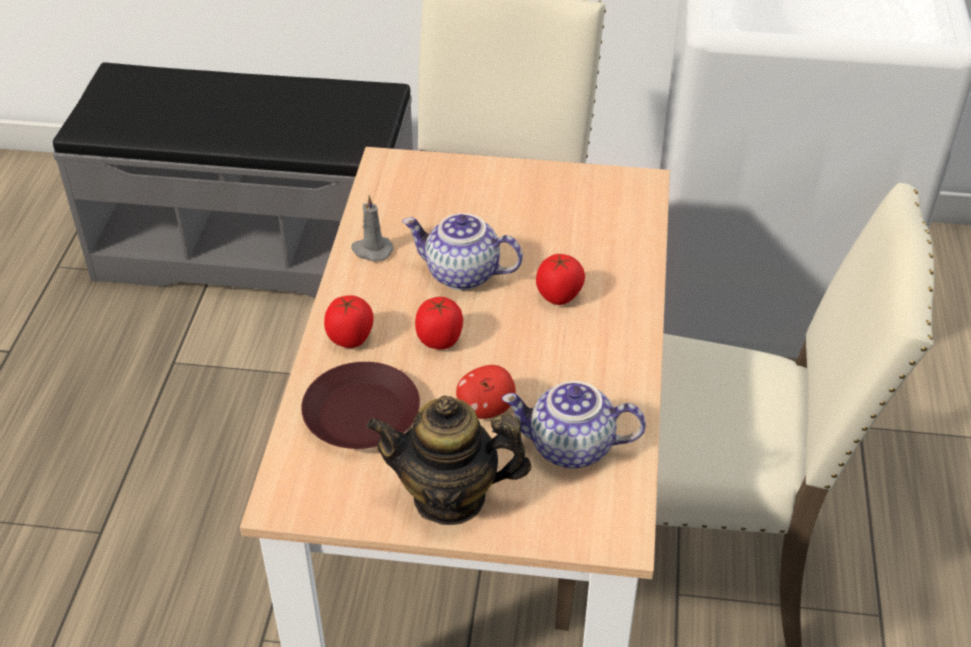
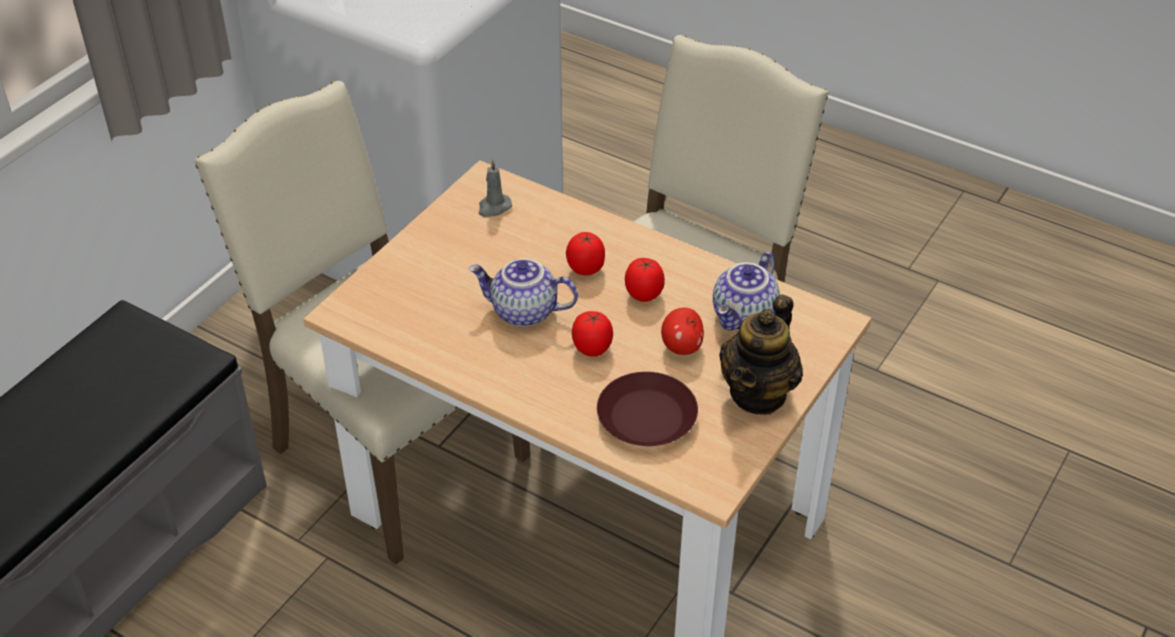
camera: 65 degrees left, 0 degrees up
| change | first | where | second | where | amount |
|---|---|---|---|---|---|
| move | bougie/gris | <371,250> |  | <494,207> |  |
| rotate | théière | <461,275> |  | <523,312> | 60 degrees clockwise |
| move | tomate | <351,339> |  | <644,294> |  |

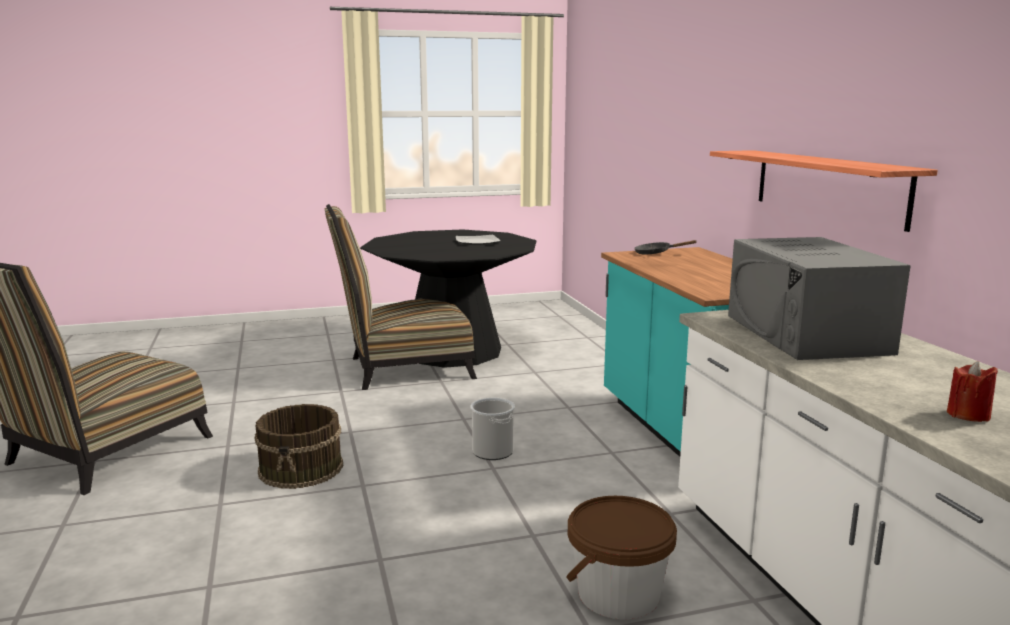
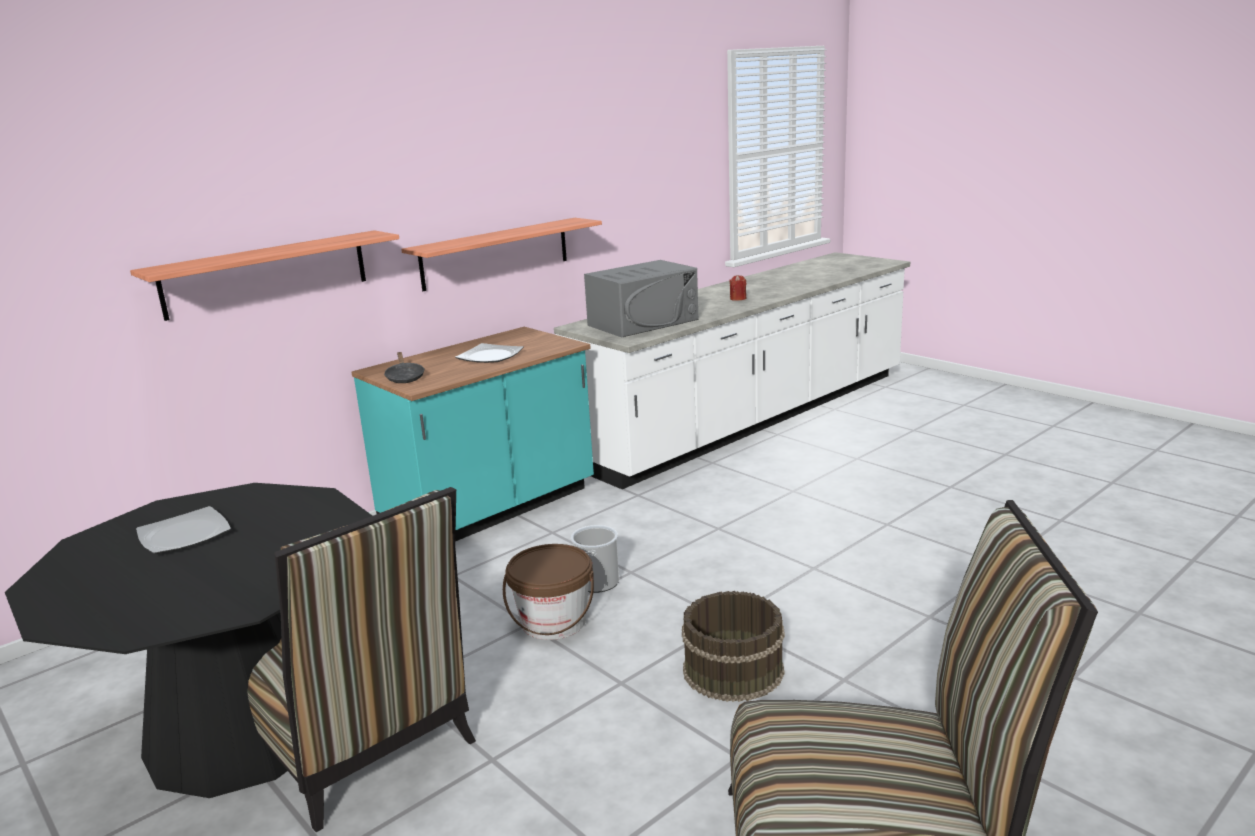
camera: 115 degrees left, 5 degrees up
| change | first | where | second | where | amount |
|---|---|---|---|---|---|
| move | seau/marron | <618,594> |  | <554,622> |  |
| insert |  |  | étagère | <266,274> |  |
| insert |  |  | assiette | <491,356> |  |

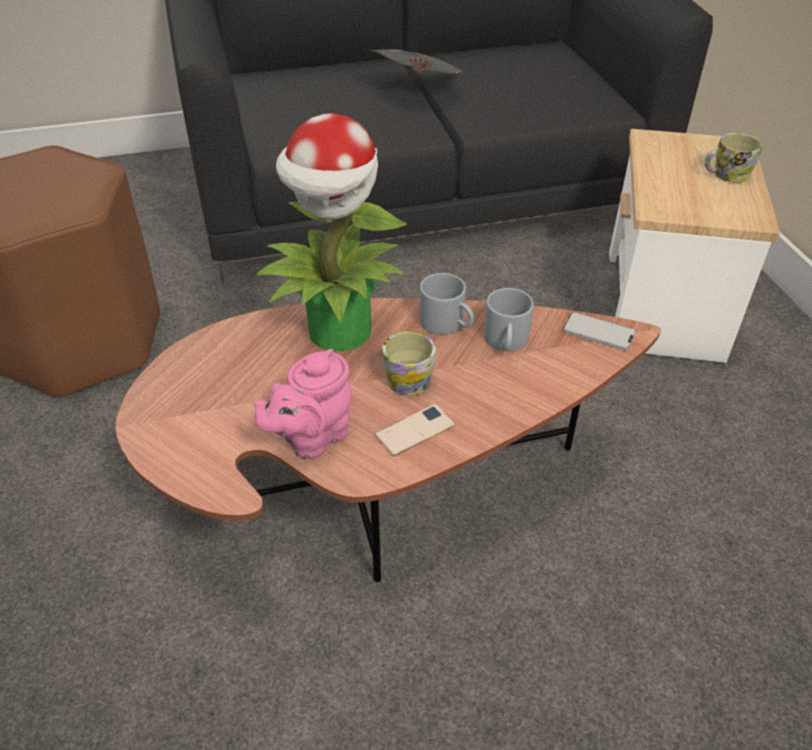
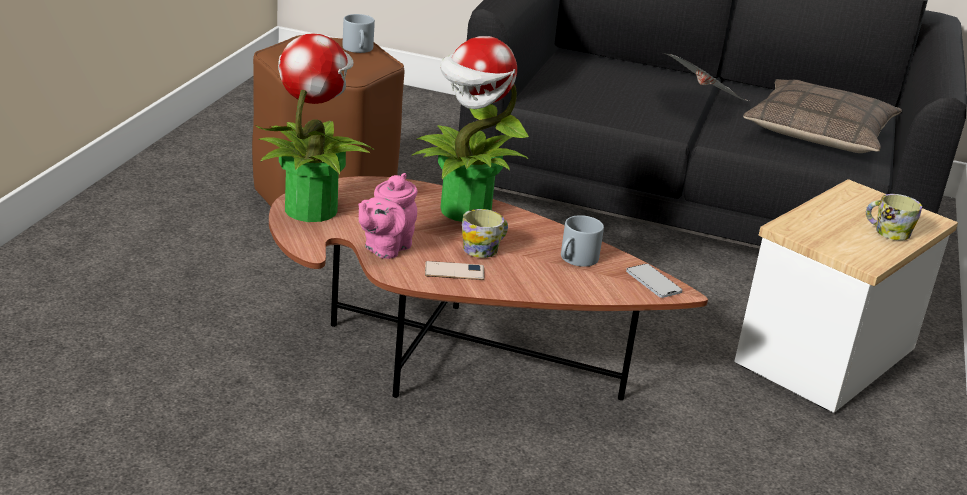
camera: 30 degrees right, 15 degrees down
| change | first | where | second | where | amount |
|---|---|---|---|---|---|
| move | mug/gris | <448,324> |  | <359,49> |  |
| rotate | théière/rose | <312,438> |  | <385,248> | 45 degrees counterclockwise |
| insert |  |  | plante en pot | <311,209> |  |
| insert |  |  | coussin | <819,132> |  |

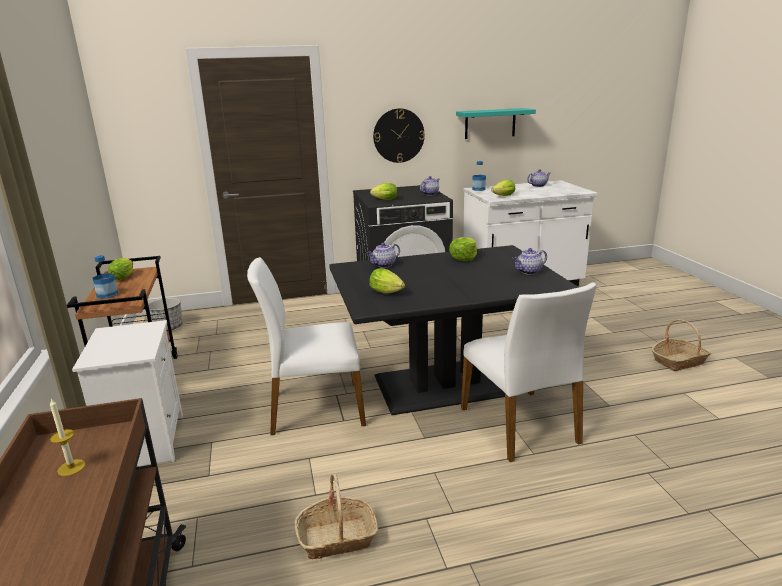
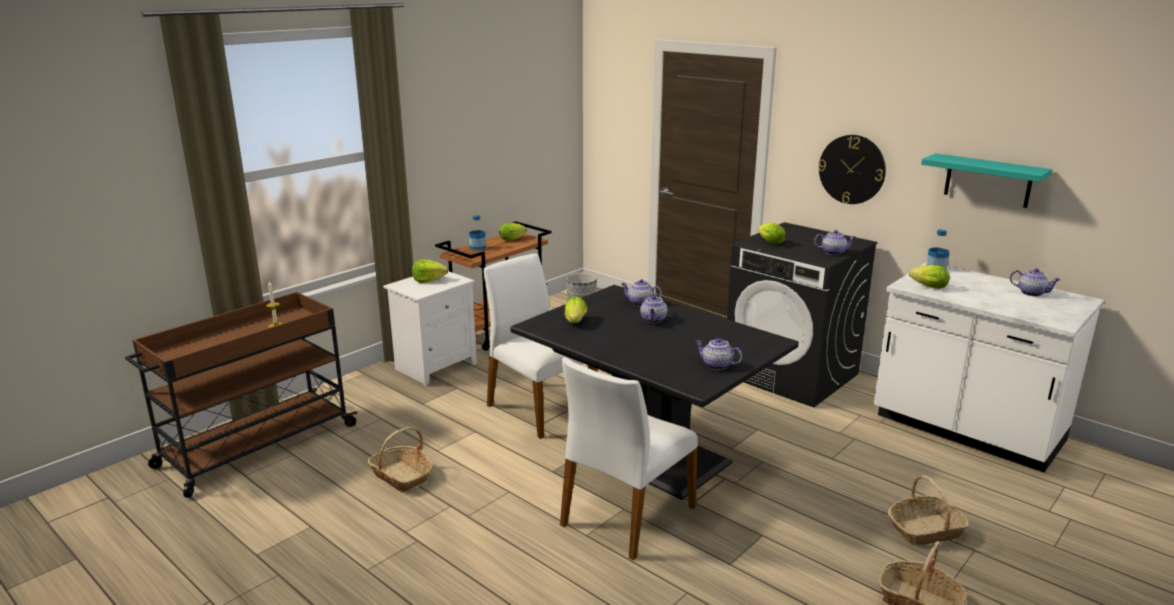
camera: 55 degrees right, 0 degrees up
| change | first | where | second | where | amount |
|---|---|---|---|---|---|
| move | laitue | <464,258> |  | <428,280> |  |
| insert |  |  | théière | <653,320> |  |
| insert |  |  | panier | <925,530> |  |

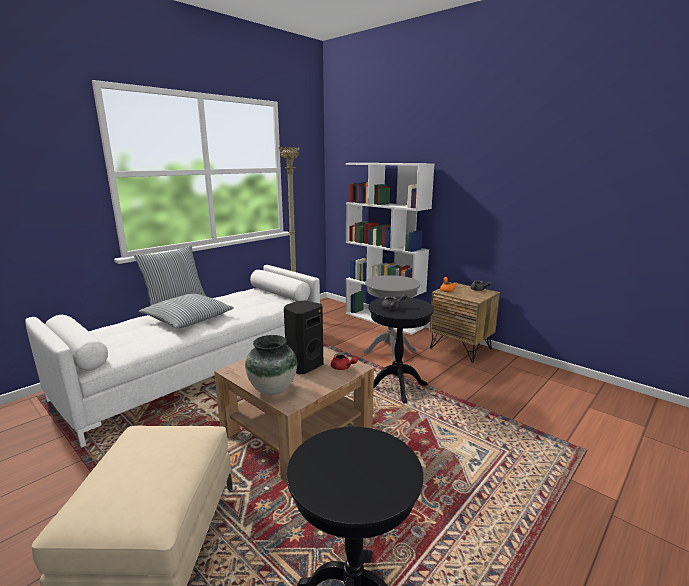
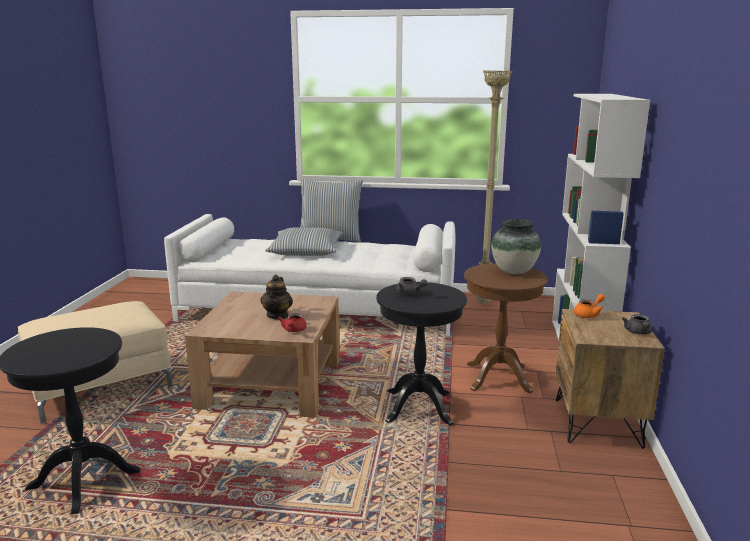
camera: 55 degrees right, 0 degrees up
| change | first | where | second | where | amount |
|---|---|---|---|---|---|
| recolor | table d'appoint/gris | <389,351> | table d'appoint/marron | <498,377> |  |
| replace | enceinte/noir | <303,366> | théière | <277,315> |  |
| move | vase | <273,390> |  | <513,272> |  |

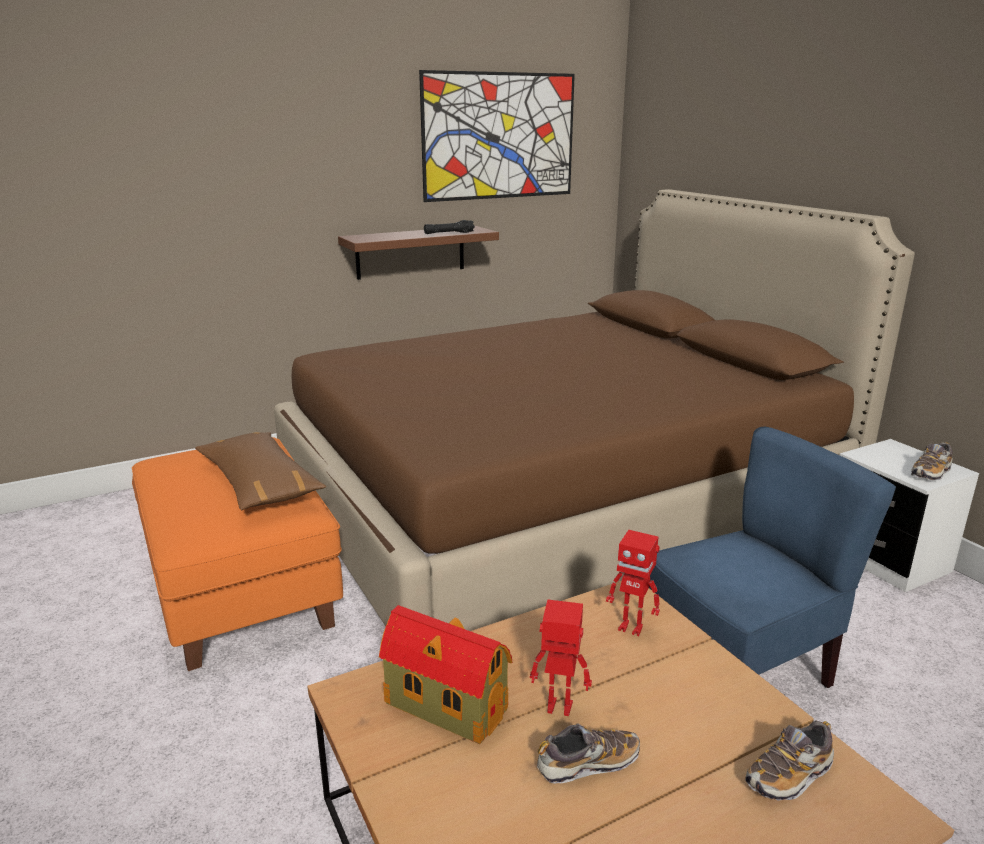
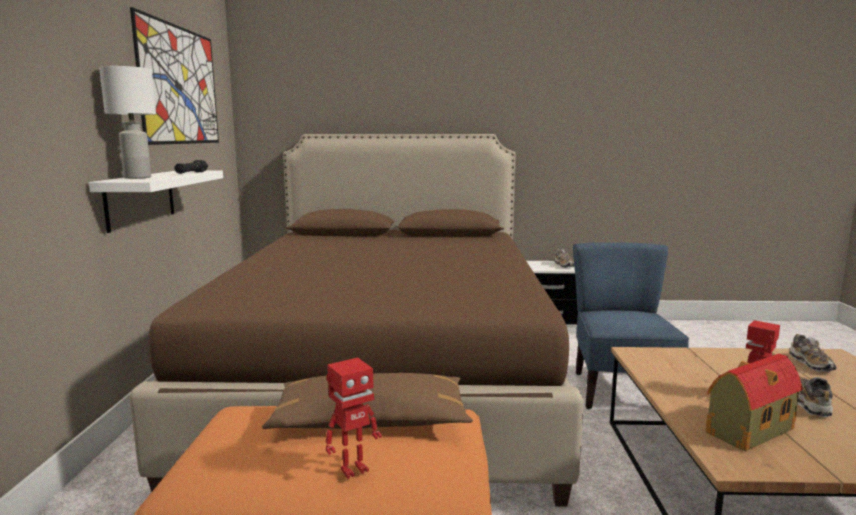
camera: 60 degrees left, 10 degrees down
| change | first | where | second | where | amount |
|---|---|---|---|---|---|
| recolor | étagère/marron | <410,252> | étagère/blanc | <141,199> |  |
| move | robot jouet | <631,627> |  | <353,469> |  |
| insert |  |  | lampe de table/blanc | <137,177> |  |

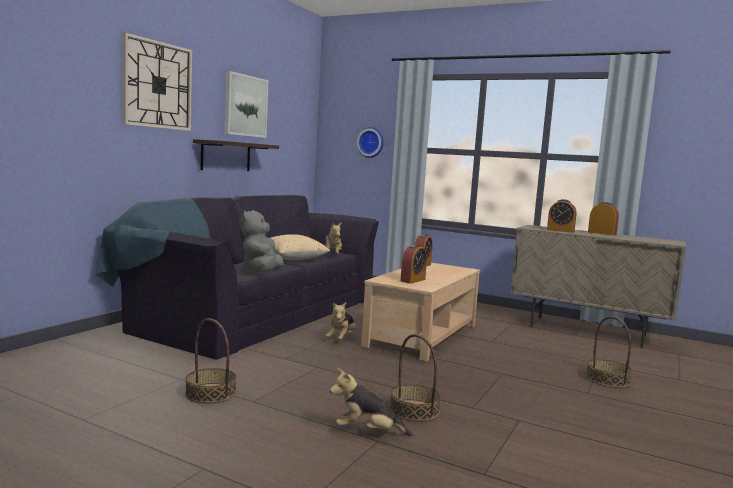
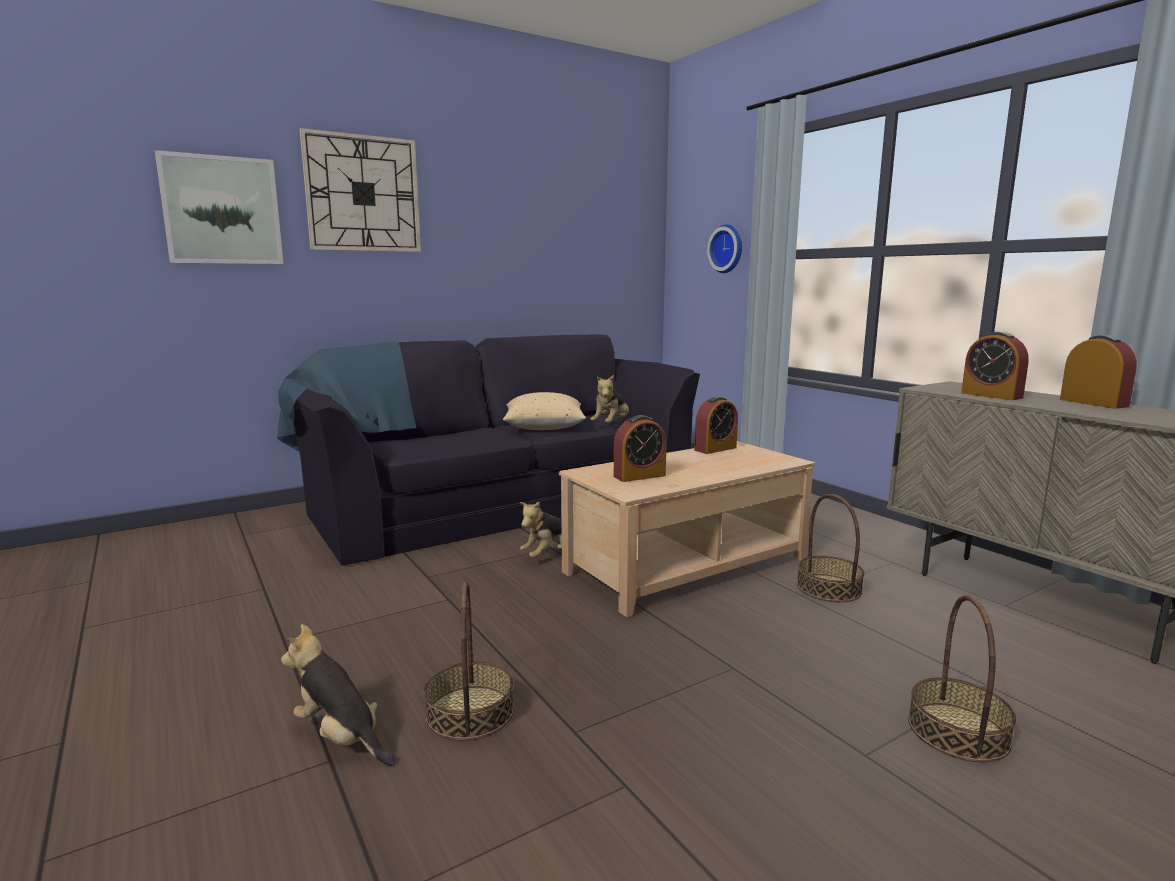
camera: 30 degrees right, 5 degrees up
| change | first | where | second | where | amount |
|---|---|---|---|---|---|
| move | tableau | <245,106> |  | <222,210> |  |
| delete | étagère | <226,156> |  |  |  |
| delete | peluche/gris | <261,272> |  |  |  |
| move | panier | <211,393> |  | <829,588> |  |

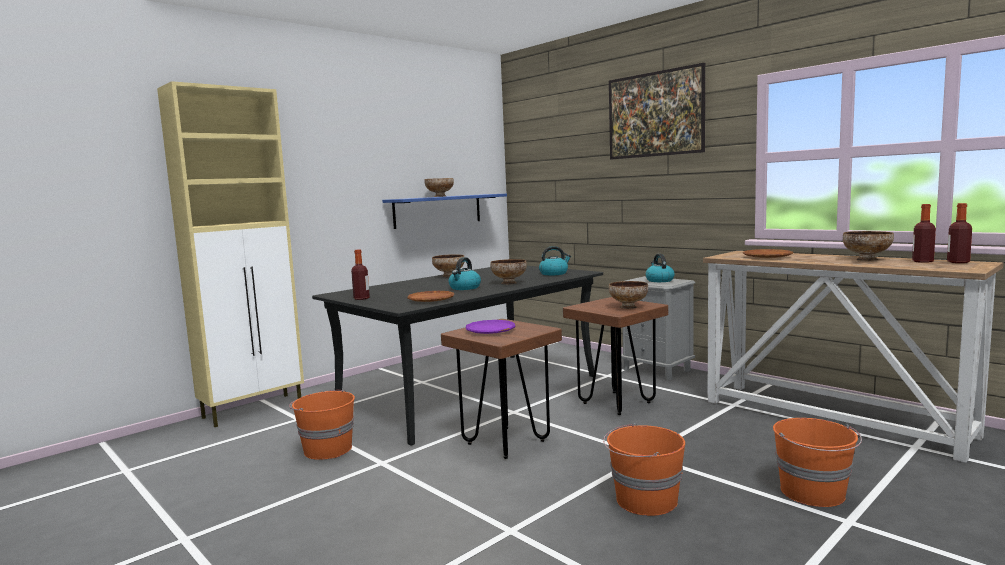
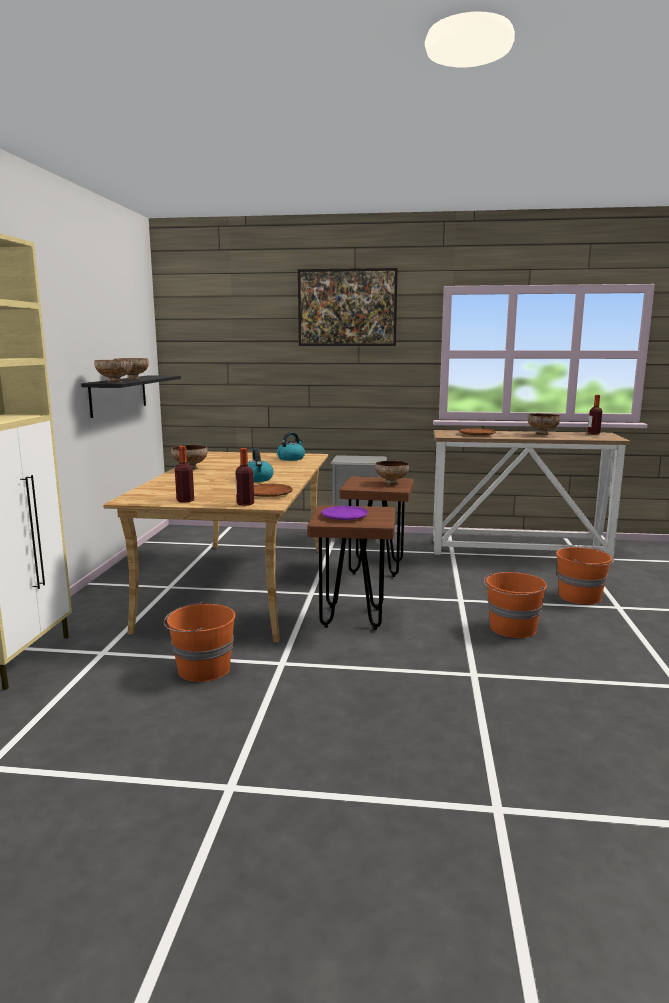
camera: 40 degrees left, 5 degrees up
| change | first | where | second | where | amount |
|---|---|---|---|---|---|
| recolor | étagère/bleu | <438,210> | étagère/noir | <119,395> |  |
| move | bouteille | <922,261> |  | <245,504> |  |
| delete | bouilloire | <659,280> |  |  |  |
| move | bol | <509,283> |  | <115,382> |  |
| recolor | table à manger/noir | <471,392> | table à manger/beige | <241,585> |  |

